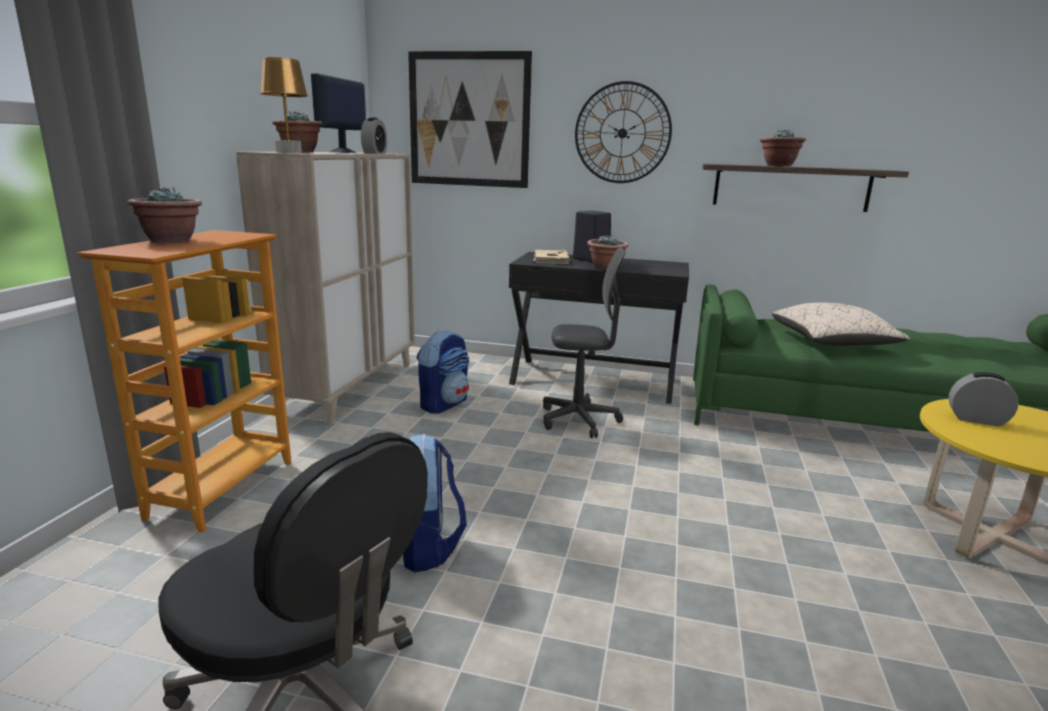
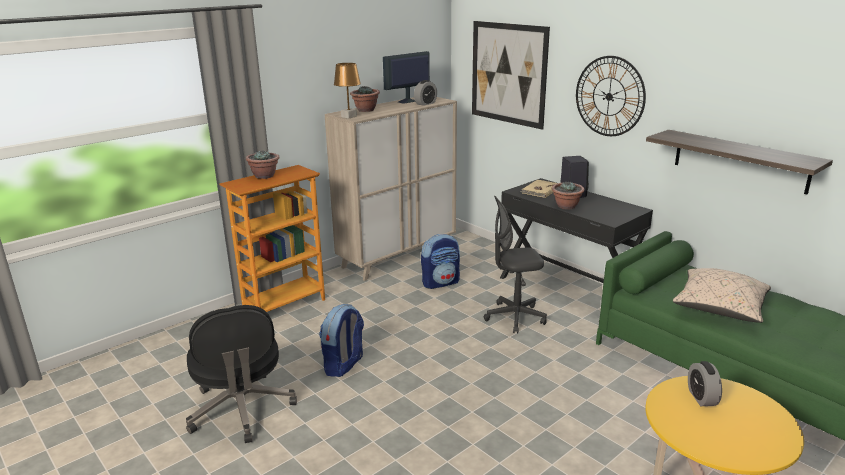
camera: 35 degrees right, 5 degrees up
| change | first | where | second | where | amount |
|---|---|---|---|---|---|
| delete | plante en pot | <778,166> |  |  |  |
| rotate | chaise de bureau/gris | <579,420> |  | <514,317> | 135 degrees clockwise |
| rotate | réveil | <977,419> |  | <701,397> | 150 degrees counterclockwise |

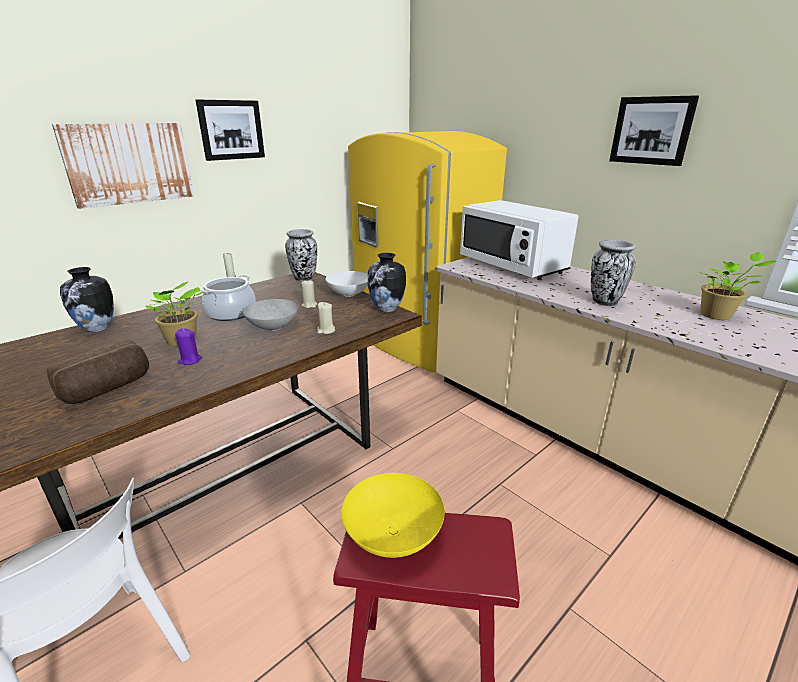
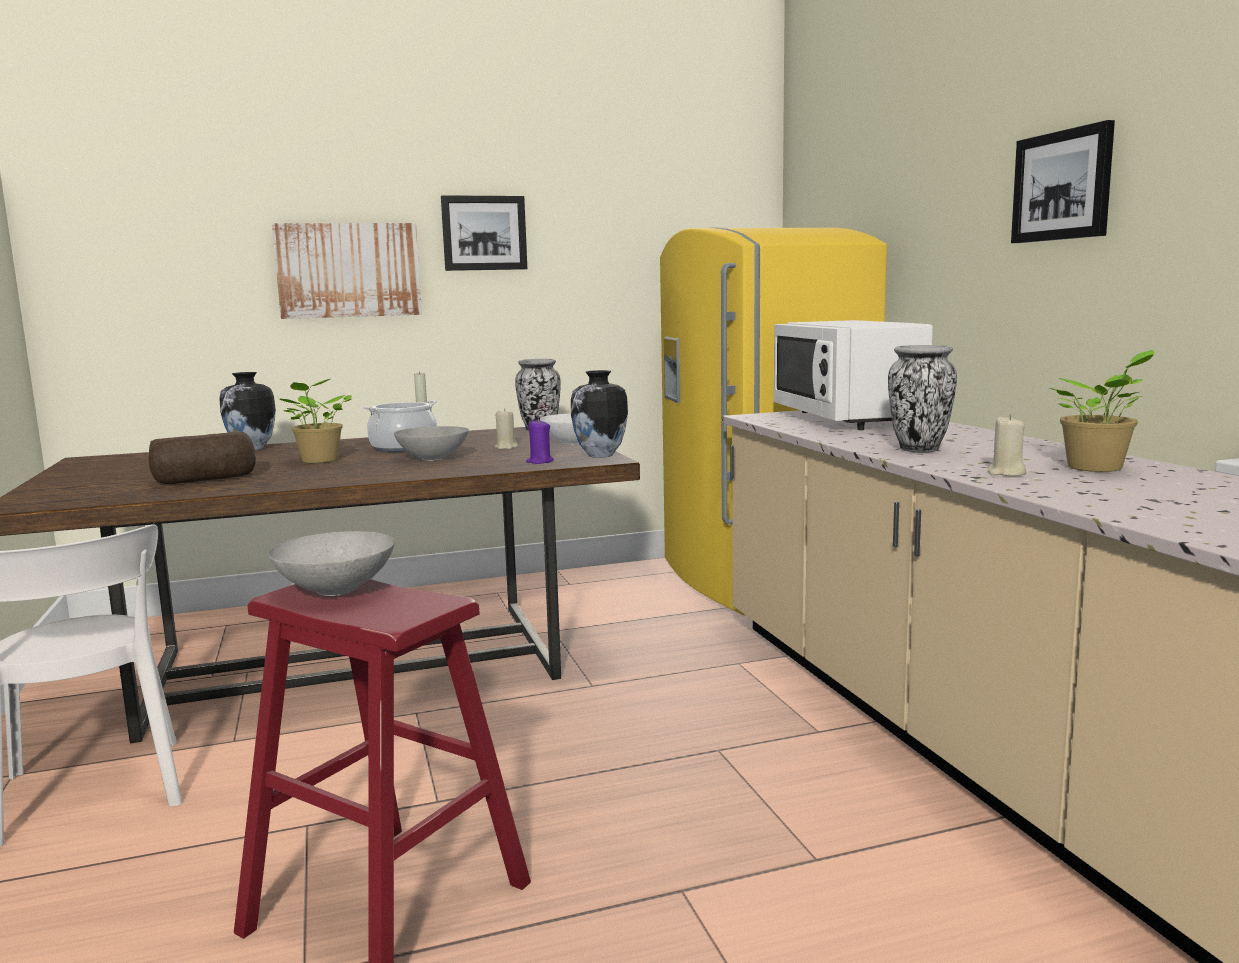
camera: 25 degrees right, 15 degrees down
| change | first | where | second | where | amount |
|---|---|---|---|---|---|
| move | bougie/beige | <326,330> |  | <1006,473> |  |
| move | bougie/violet | <190,360> |  | <539,462> |  |
| recolor | bol/jaune | <392,537> | bol/gris | <334,590> |  |

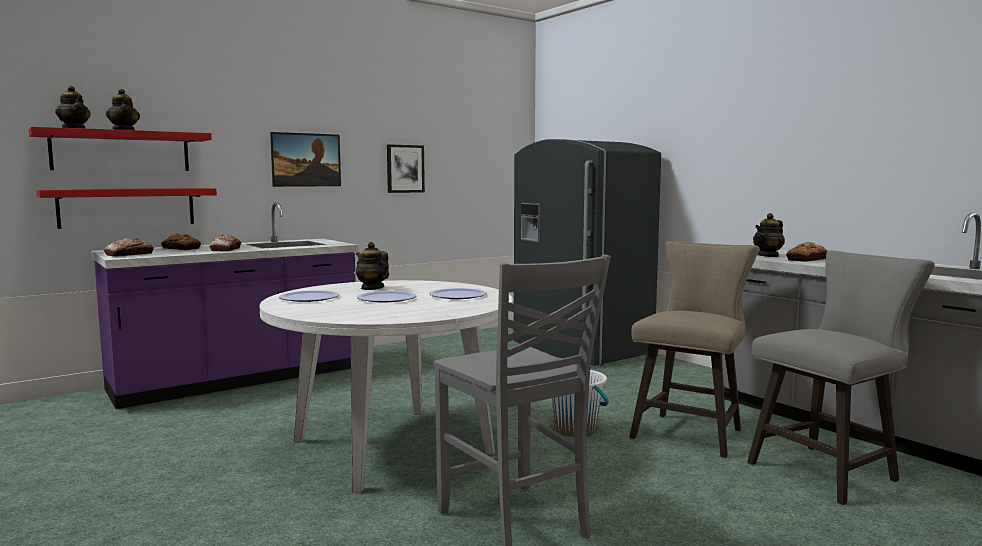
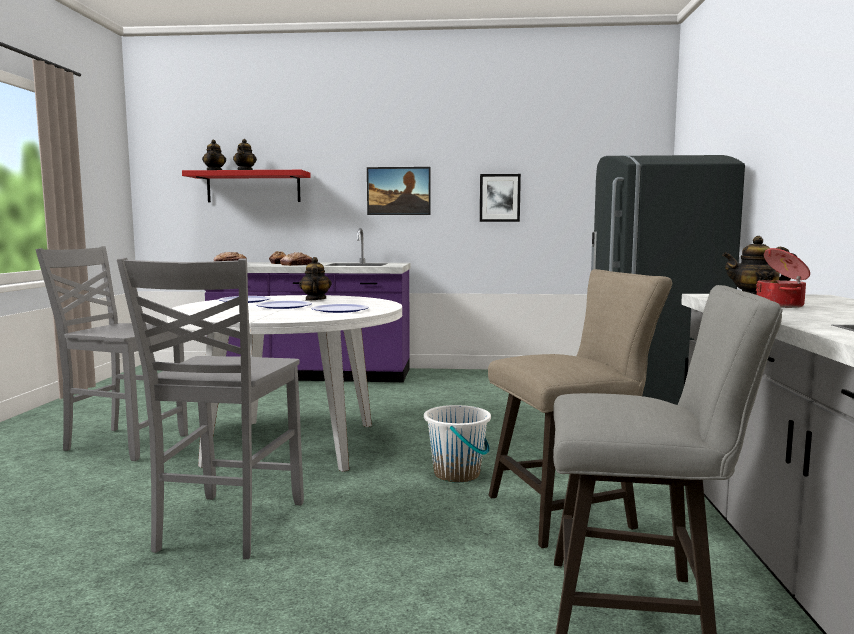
camera: 40 degrees right, 0 degrees up
| change | first | where | second | where | amount |
|---|---|---|---|---|---|
| delete | étagère/rouge | <127,207> |  |  |  |
| replace | pain | <807,260> | marmite | <781,305> |  |
| insert |  |  | chaise/gris | <124,443> |  |

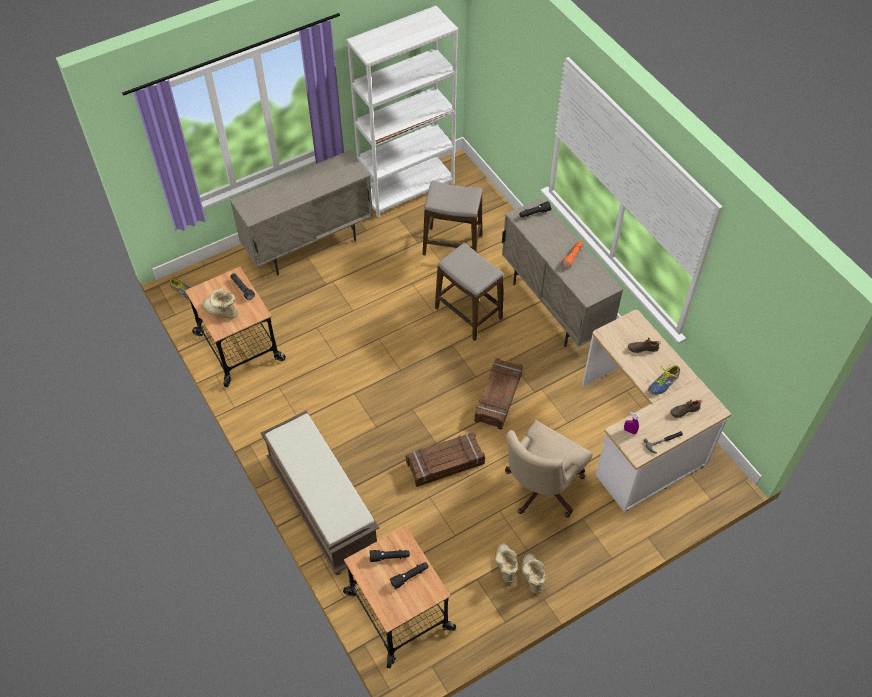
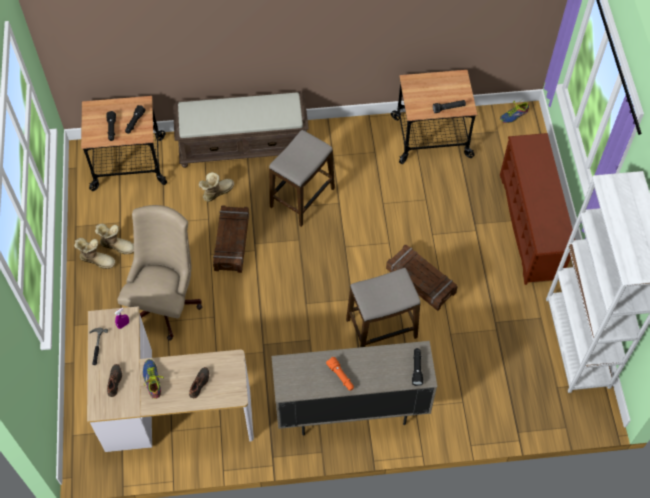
camera: 115 degrees right, 5 degrees up
| change | first | where | second | where | amount |
|---|---|---|---|---|---|
| replace | meuble de rangement/beige | <309,245> | étagère à chaussures/marron | <531,226> |  |
| move | tabouret | <452,245> |  | <302,197> |  |
| move | botte | <221,312> |  | <216,192> |  |
| move | caisse | <497,397> |  | <421,280> |  |
| rotate | chaise de bureau/beige | <540,489> |  | <166,302> | 45 degrees clockwise |

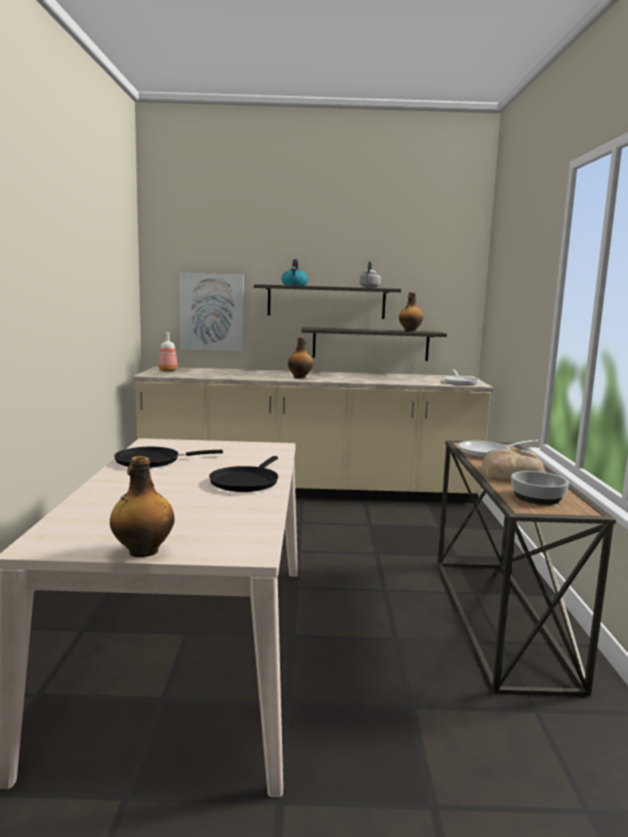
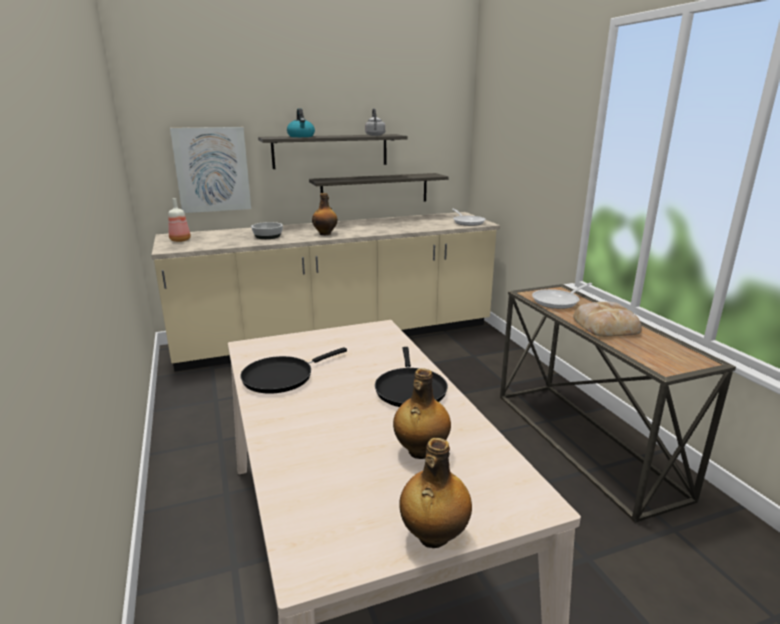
camera: 20 degrees left, 10 degrees up
| change | first | where | second | where | amount |
|---|---|---|---|---|---|
| move | bouteille | <409,331> |  | <420,451> |  |
| move | bol | <538,498> |  | <268,236> |  |

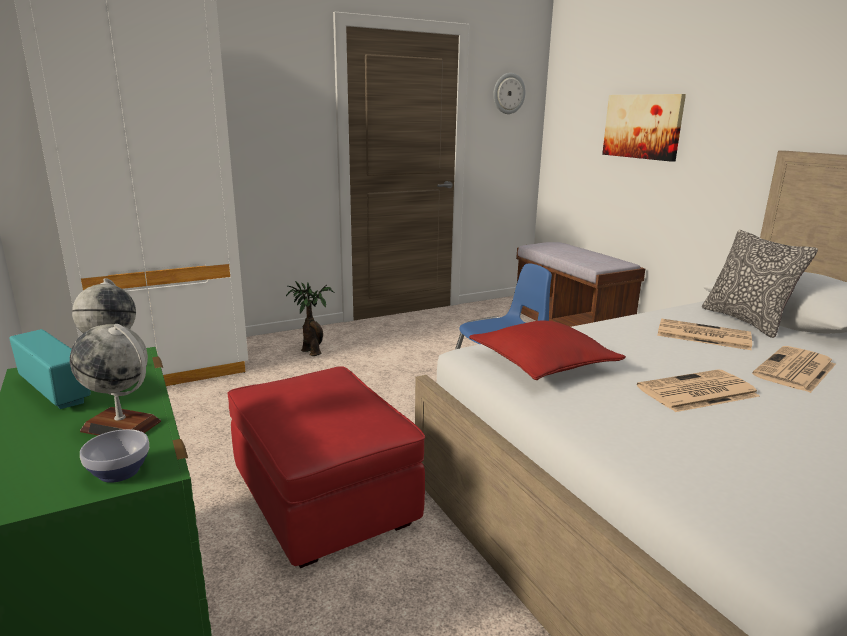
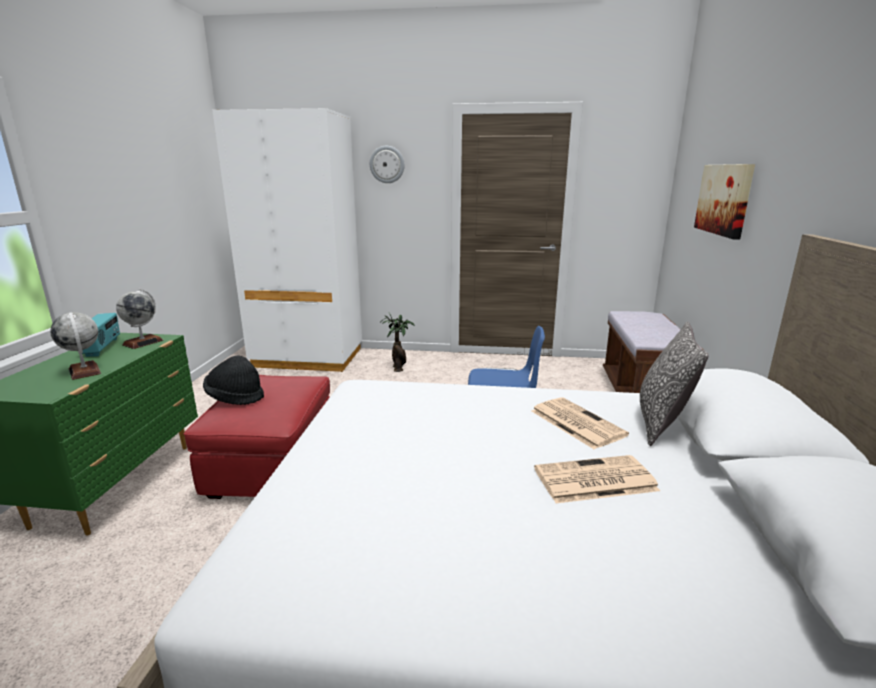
camera: 35 degrees right, 0 degrees up
| change | first | where | second | where | amount |
|---|---|---|---|---|---|
| move | horloge murale | <508,93> |  | <387,164> |  |
| delete | coussin/rouge | <543,363> |  |  |  |
| delete | journal | <696,392> |  |  |  |
| delete | bol | <118,471> |  |  |  |
| insert |  |  | chapeau/noir | <235,397> |  |

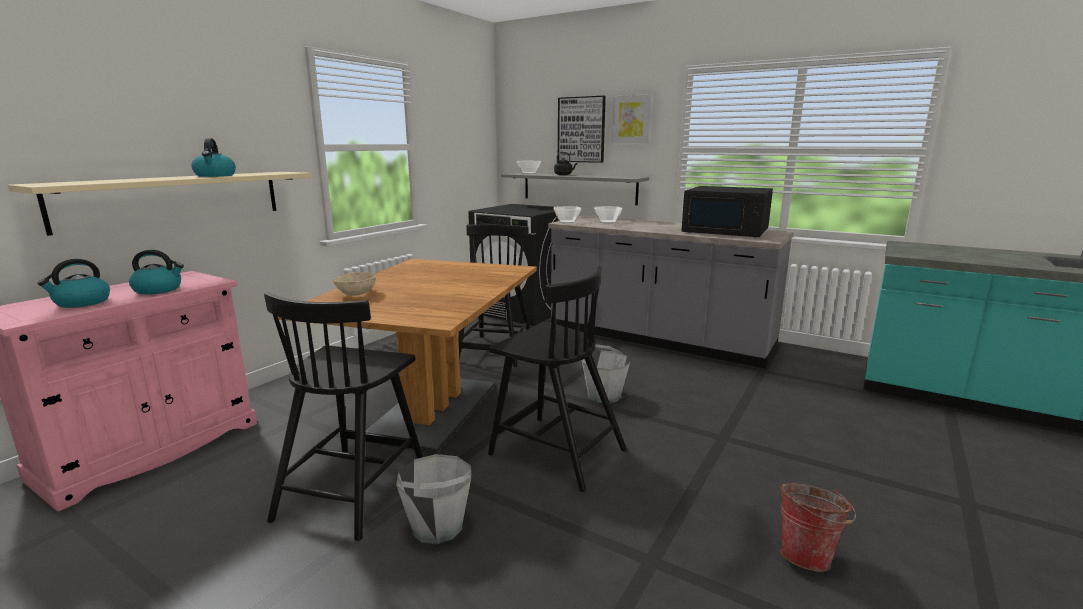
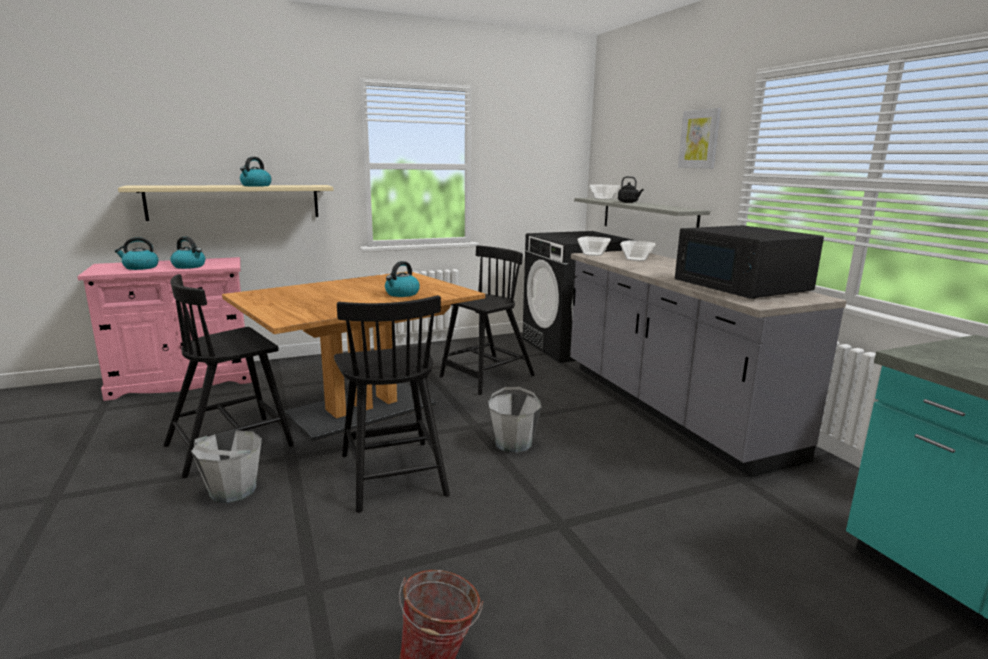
camera: 35 degrees right, 0 degrees up
| change | first | where | second | where | amount |
|---|---|---|---|---|---|
| delete | tableau | <581,130> |  |  |  |
| delete | bol/beige | <356,294> |  |  |  |
| insert |  |  | bouilloire | <402,294> |  |

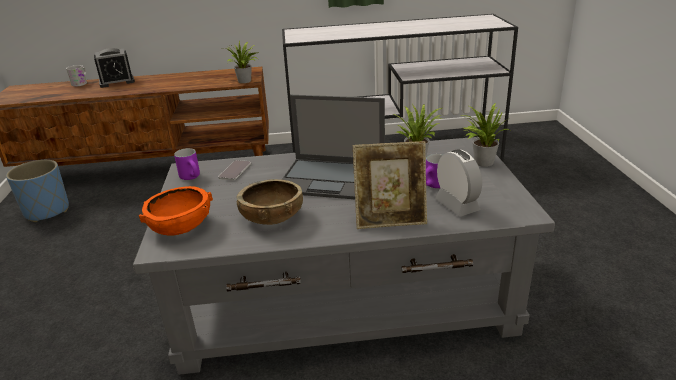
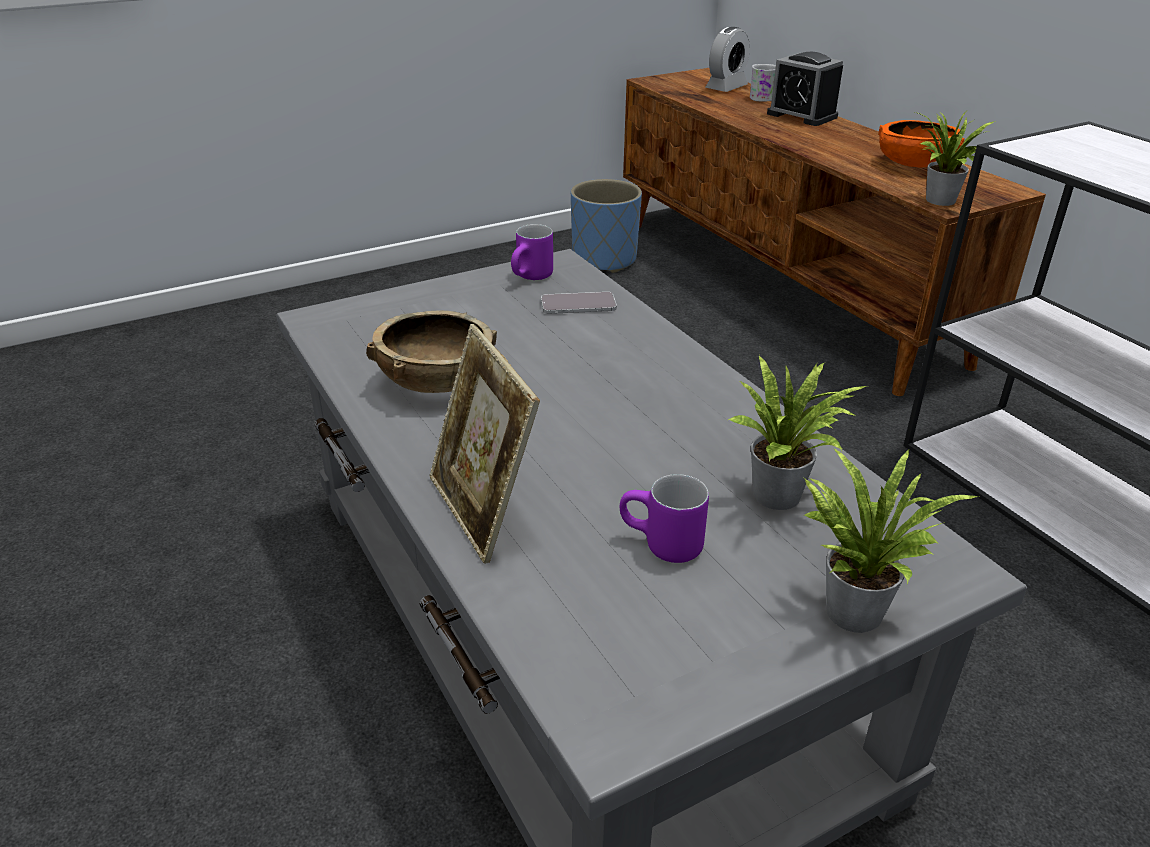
camera: 65 degrees right, 5 degrees up
| change | first | where | second | where | amount |
|---|---|---|---|---|---|
| delete | ordinateur portable | <333,179> |  |  |  |
| move | réveil | <456,205> |  | <726,87> |  |
| move | bol/orange | <181,226> |  | <915,164> |  |

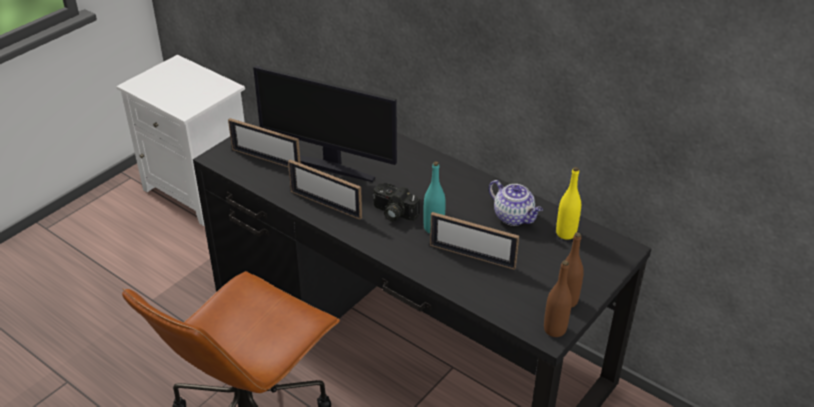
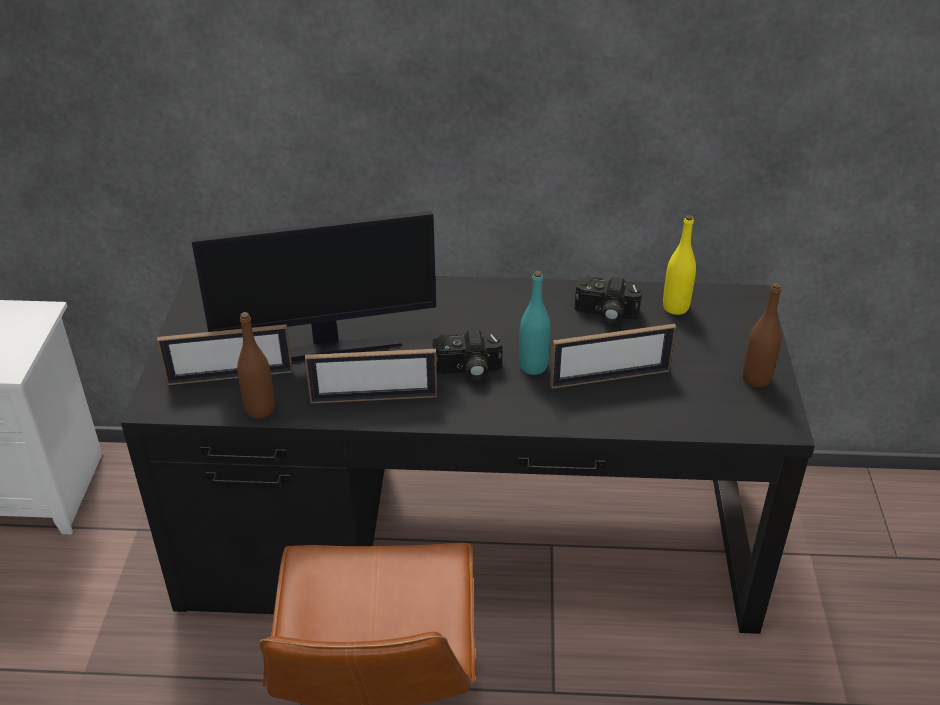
camera: 35 degrees left, 0 degrees up
| change | first | where | second | where | amount |
|---|---|---|---|---|---|
| replace | théière | <514,217> | appareil photo | <605,314> |  |
| move | bouteille/marron | <554,329> |  | <260,409> |  |

